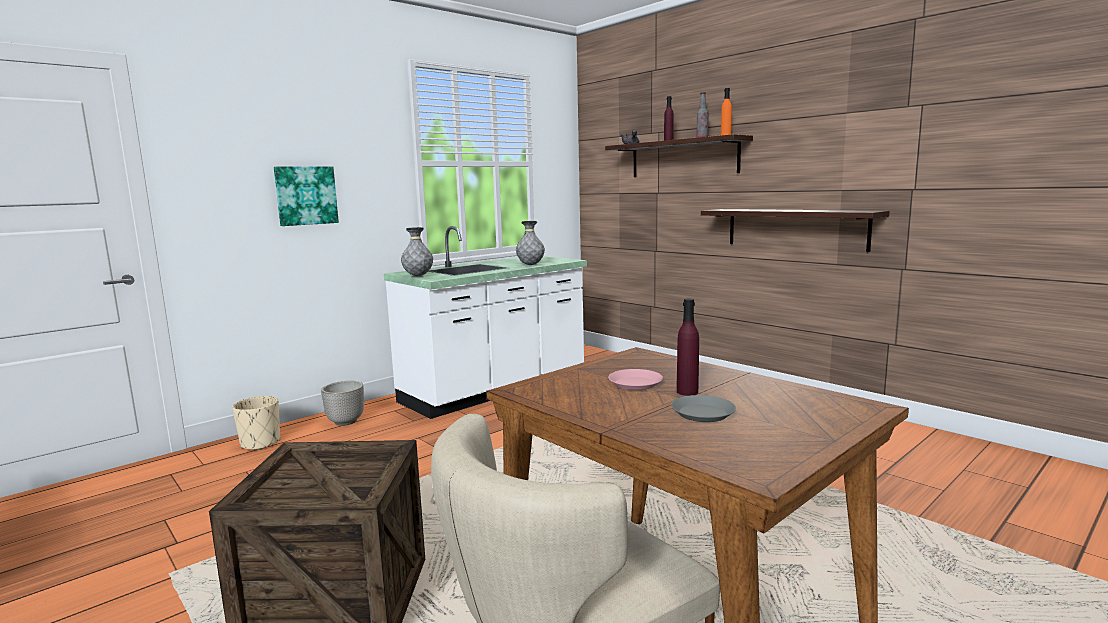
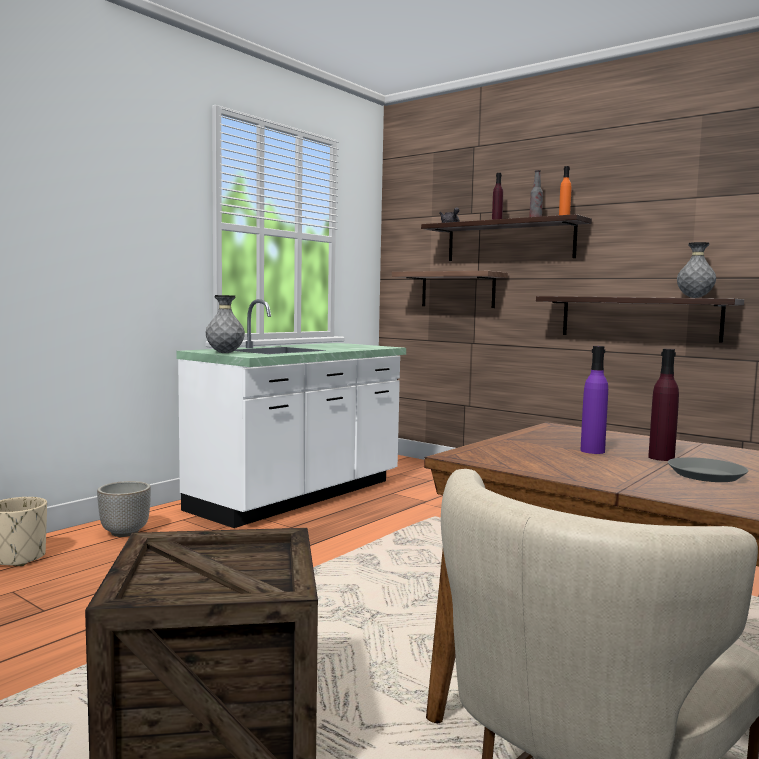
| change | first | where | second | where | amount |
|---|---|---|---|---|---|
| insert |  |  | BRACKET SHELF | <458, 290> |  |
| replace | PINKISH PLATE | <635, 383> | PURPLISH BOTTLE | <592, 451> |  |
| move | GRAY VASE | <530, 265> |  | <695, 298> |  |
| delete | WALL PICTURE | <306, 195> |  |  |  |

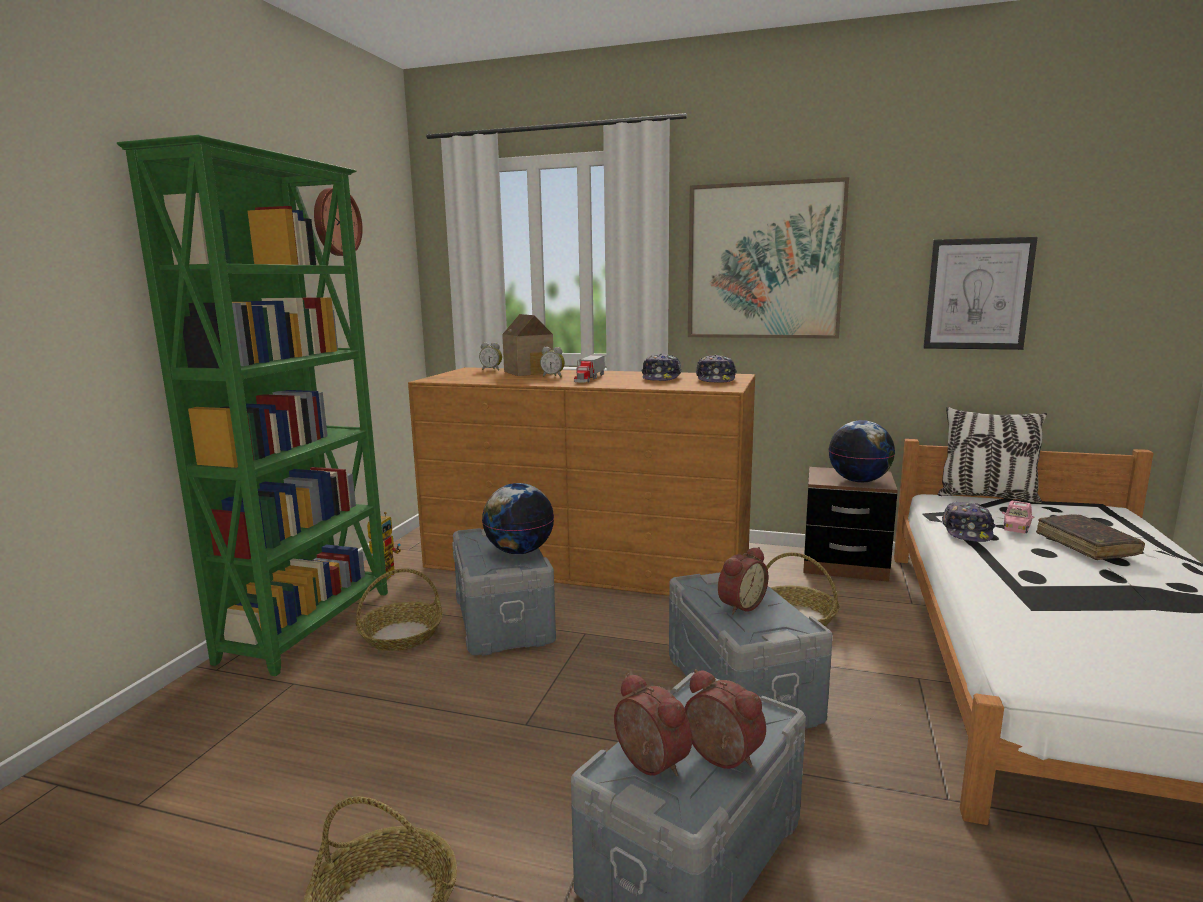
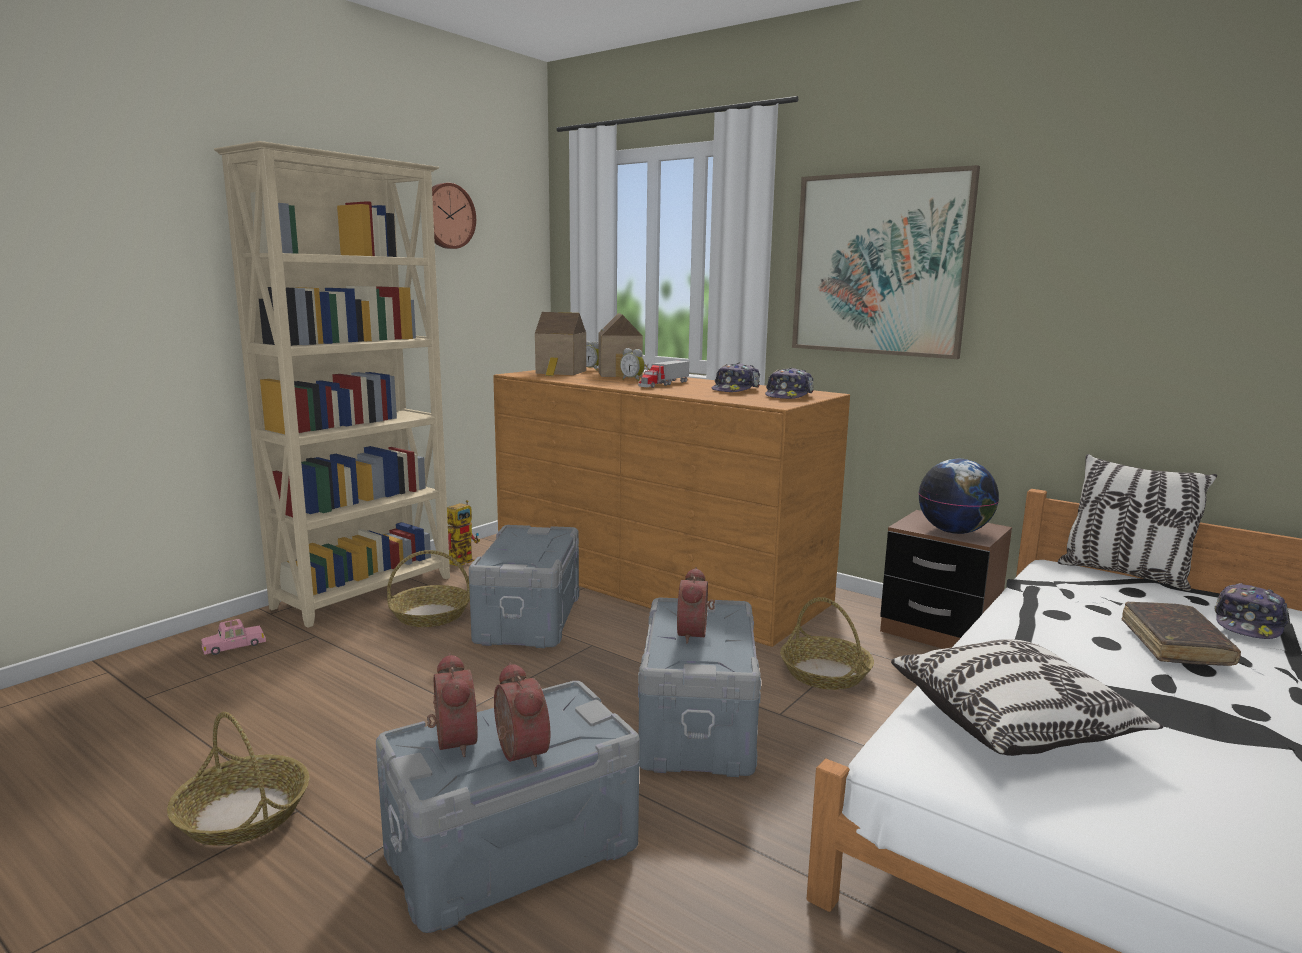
| change | first | where | second | where | amount |
|---|---|---|---|---|---|
| move | PINKISH MINIATURE CAR | <1016, 526> |  | <234, 646> |  |
| recolor | GREENISH SHELVING UNIT | <310, 625> | BEIGE-COLOURED SHELVING UNIT | <366, 592> |  |
| insert |  |  | TOY HOUSE | <560, 372> |  |
| rotate | BEDSIDE CLOCK | <739, 605> |  | <696, 634> | 120 degrees clockwise |
| insert |  |  | CUSHION | <1013, 722> |  |
| move | PEAKED CAP | <967, 532> |  | <1248, 624> |  |
| delete | GLOBE | <519, 551> |  |  |  |
| delete | WALL PICTURE | <977, 294> |  |  |  |

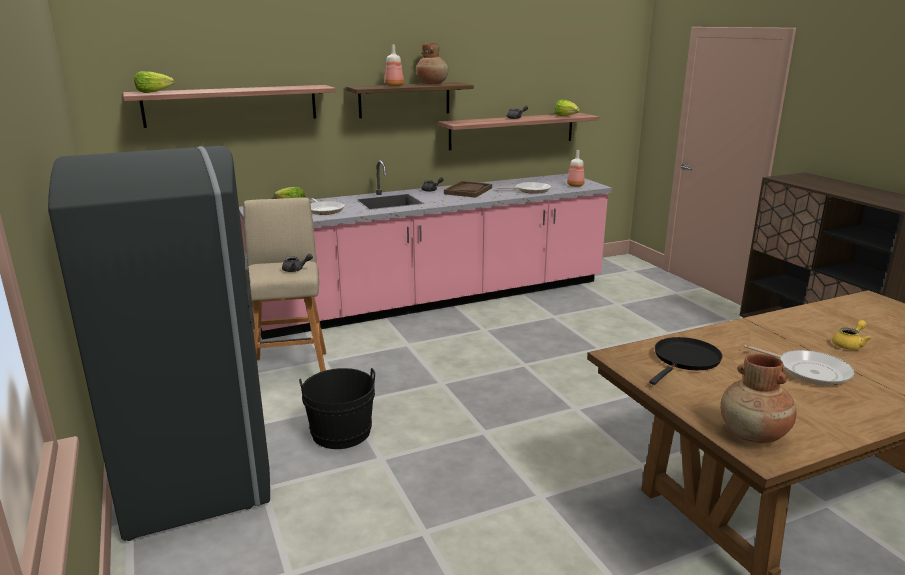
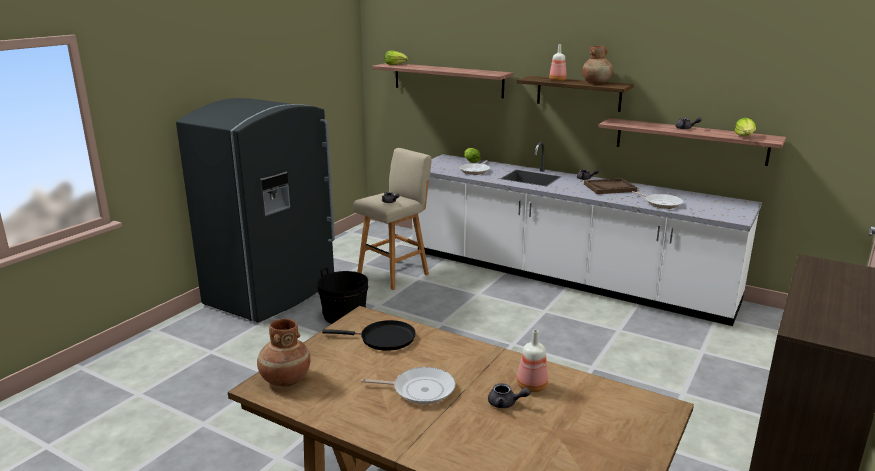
| change | first | where | second | where | amount |
|---|---|---|---|---|---|
| rotate | SKILLET | <809, 371> |  | <420, 390> | 90 degrees counterclockwise |
| recolor | PINKISH COUNTER | <436, 299> | WHITE-COLOURED COUNTER | <564, 277> |  |
| recolor | YELLOWISH POT FOR TEA | <849, 344> | GRAY POT FOR TEA | <506, 403> |  |
| move | BOTTLE | <576, 185> |  | <532, 387> |  |

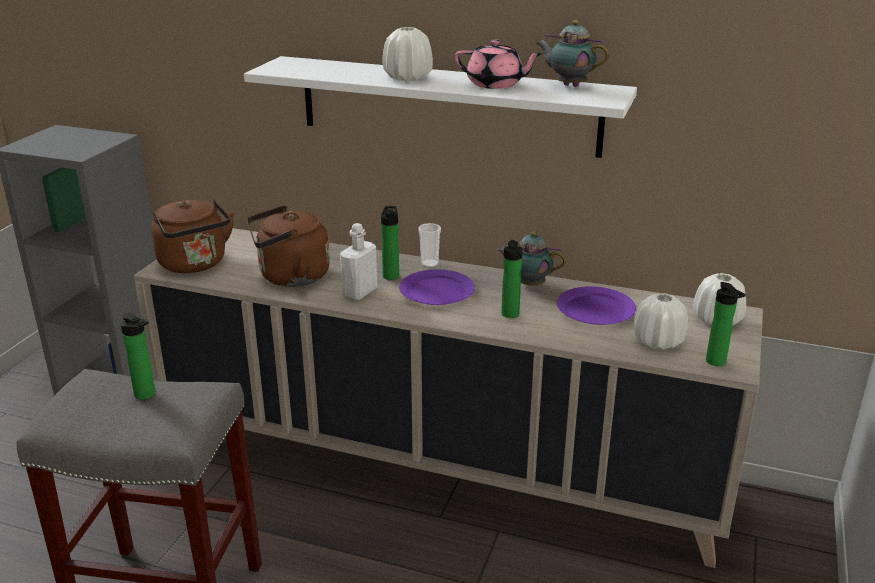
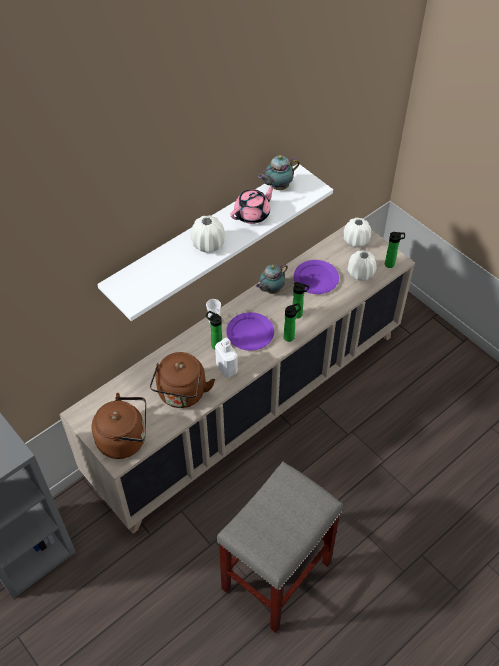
| change | first | where | second | where | amount |
|---|---|---|---|---|---|
| move | BOTTLE | <147, 395> |  | <290, 337> |  |

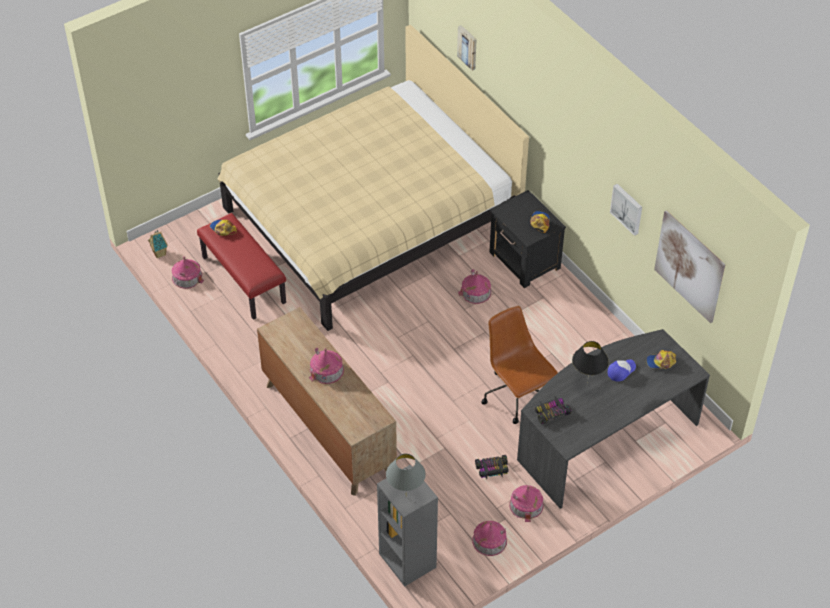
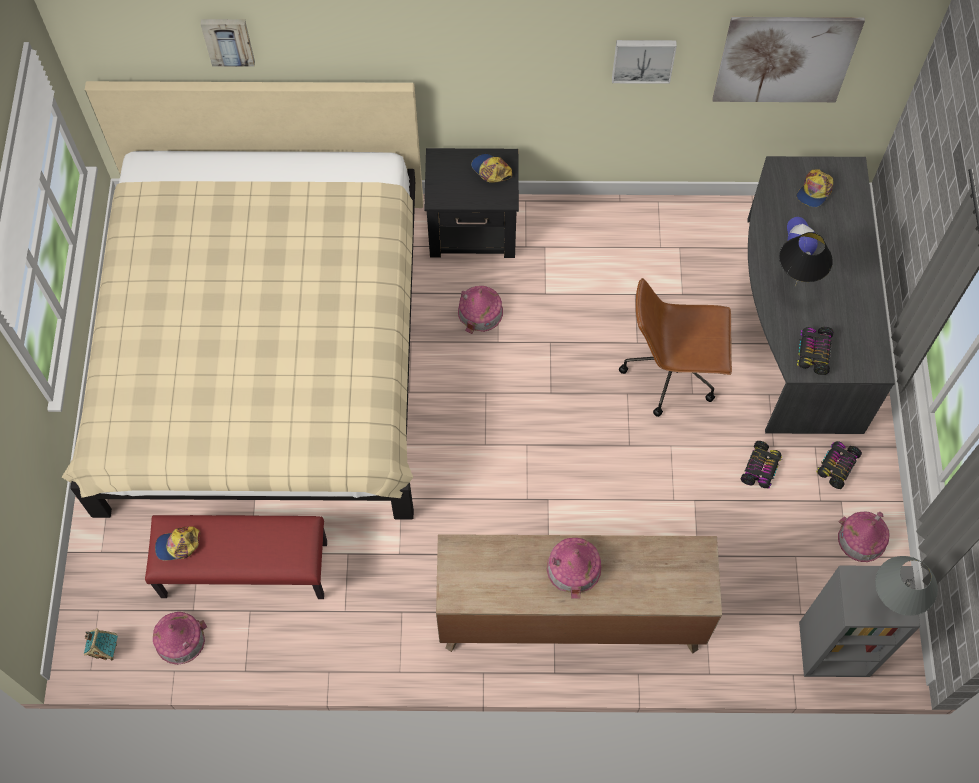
| change | first | where | second | where | amount |
|---|---|---|---|---|---|
| replace | TOY HOUSE | <526, 505> | MINIATURE CAR | <836, 466> |  |

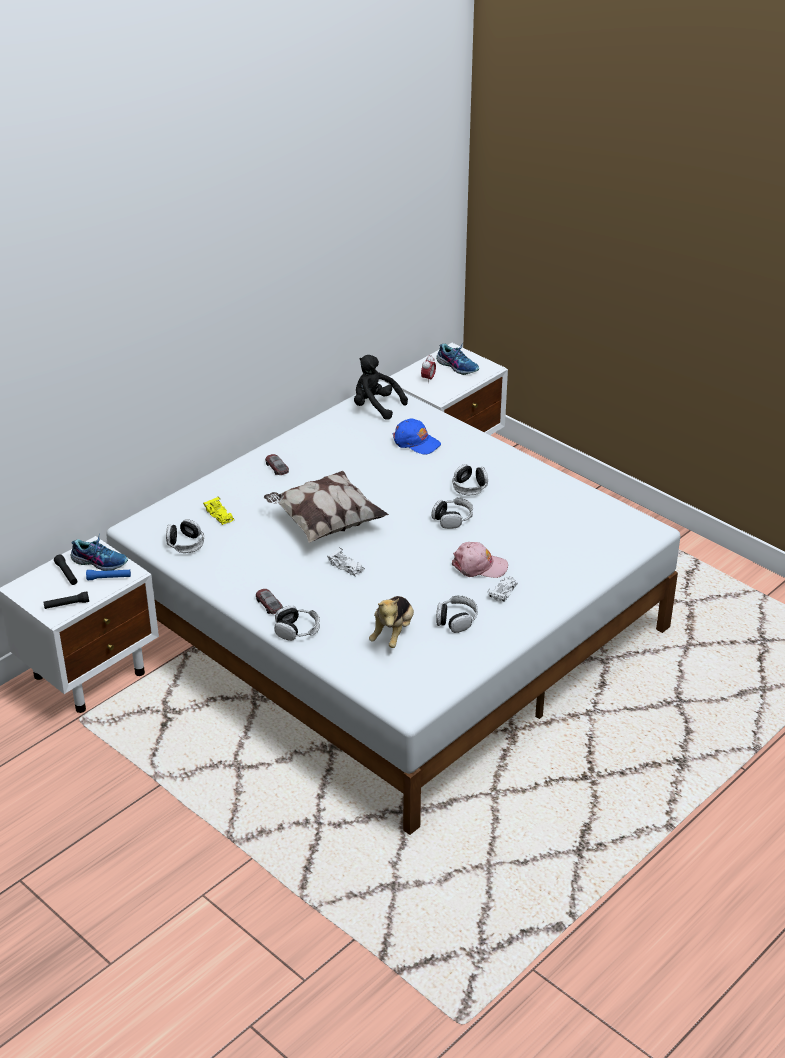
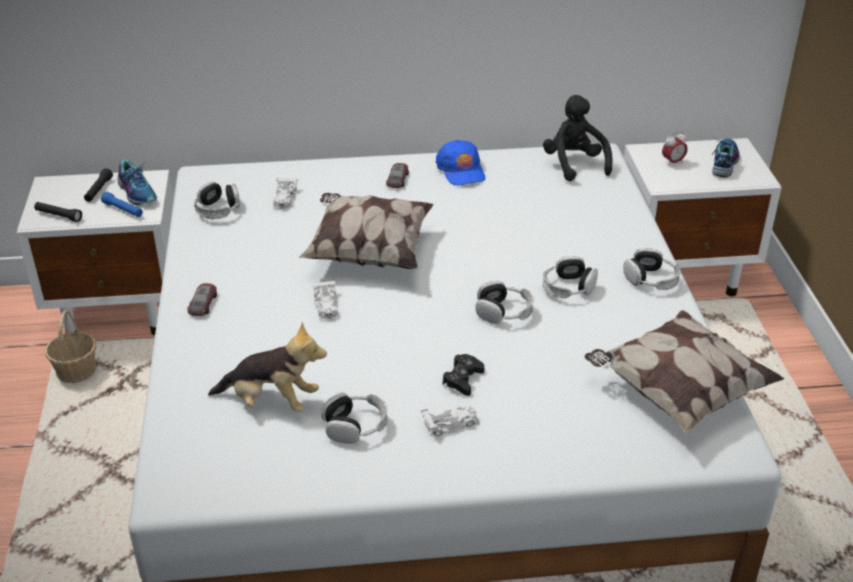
| change | first | where | second | where | amount |
|---|---|---|---|---|---|
| insert |  |  | BASKET | <77, 371> |  |
| rotate | PLUSH TOY | <393, 633> |  | <271, 401> | 135 degrees counterclockwise |
| recolor | YELLOWISH MINIATURE CAR | <220, 515> | WHITE-COLOURED MINIATURE CAR | <284, 198> |  |
| move | BLUE-COLOURED PEAKED CAP | <416, 442> |  | <461, 170> |  |
| replace | PINKISH PEAKED CAP | <479, 566> | BLACK-COLOURED GAMEPAD | <463, 379> |  |
| insert |  |  | CUSHION | <677, 392> |  |
| move | HEADSET | <297, 630> |  | <651, 279> |  |
| rotate | ITEM OF FOOTWEAR | <457, 366> |  | <723, 163> | 150 degrees counterclockwise |

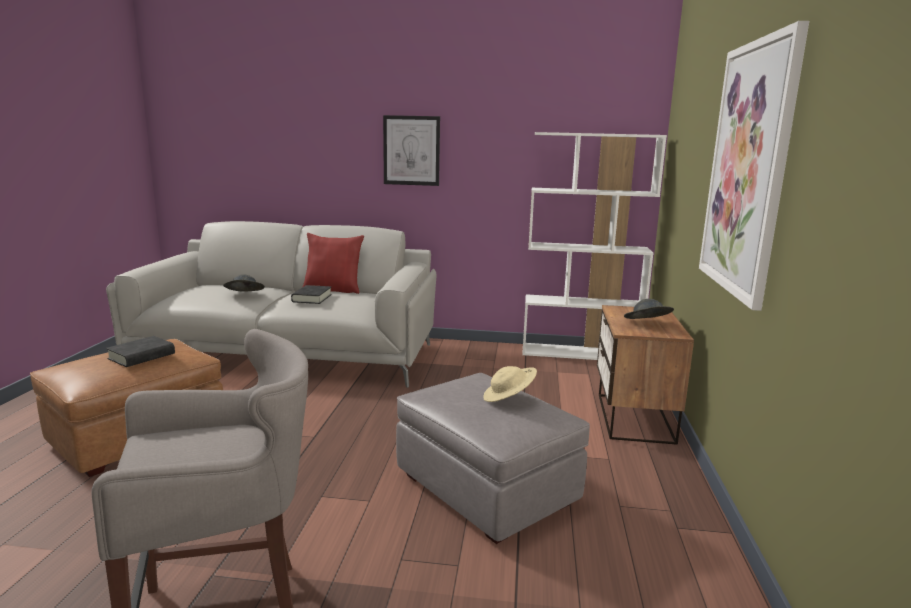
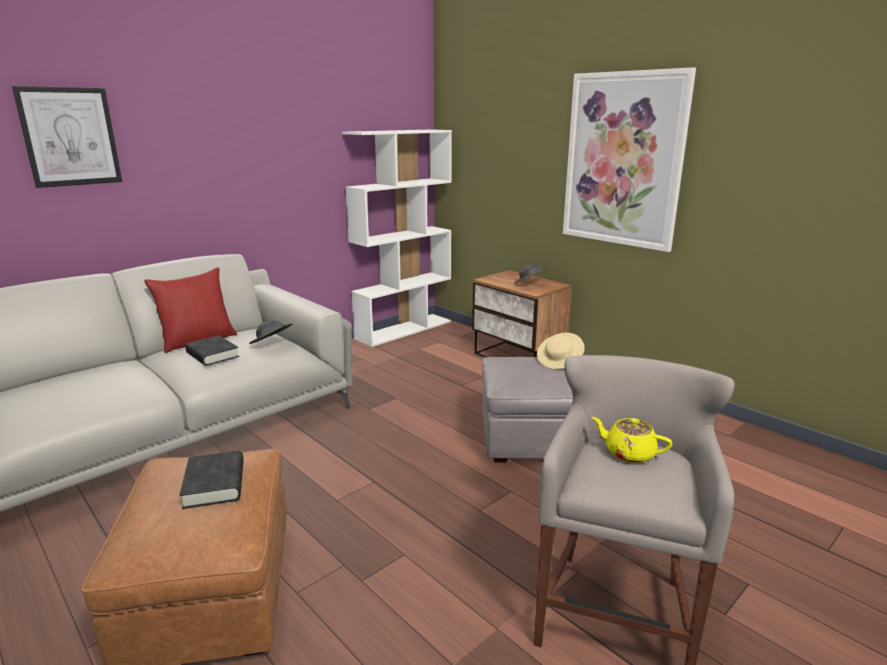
| change | first | where | second | where | amount |
|---|---|---|---|---|---|
| move | WALL PICTURE | <411, 150> |  | <70, 137> |  |
| move | GRAY WEARABLE HAT | <244, 295> |  | <272, 344> |  |
| insert |  |  | YELLOWISH POT FOR TEA | <628, 453> |  |

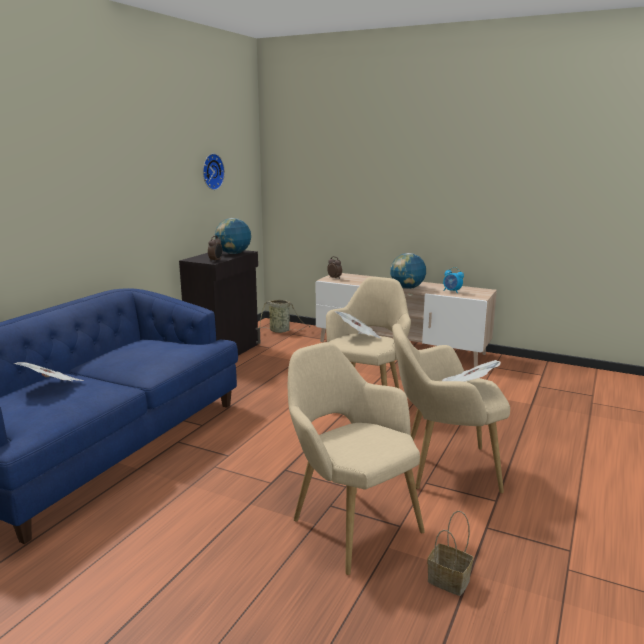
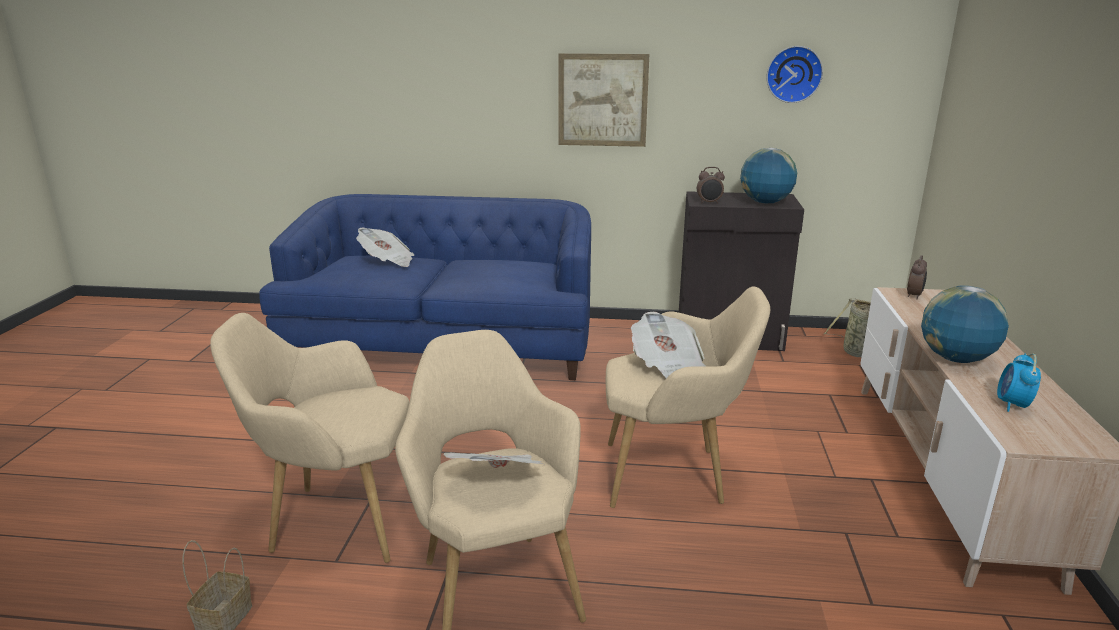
| change | first | where | second | where | amount |
|---|---|---|---|---|---|
| rotate | BEIGE-COLOURED LOUNGE CHAIR | <349, 523> |  | <335, 520> | 120 degrees counterclockwise |
| insert |  |  | WALL PICTURE | <602, 100> |  |

